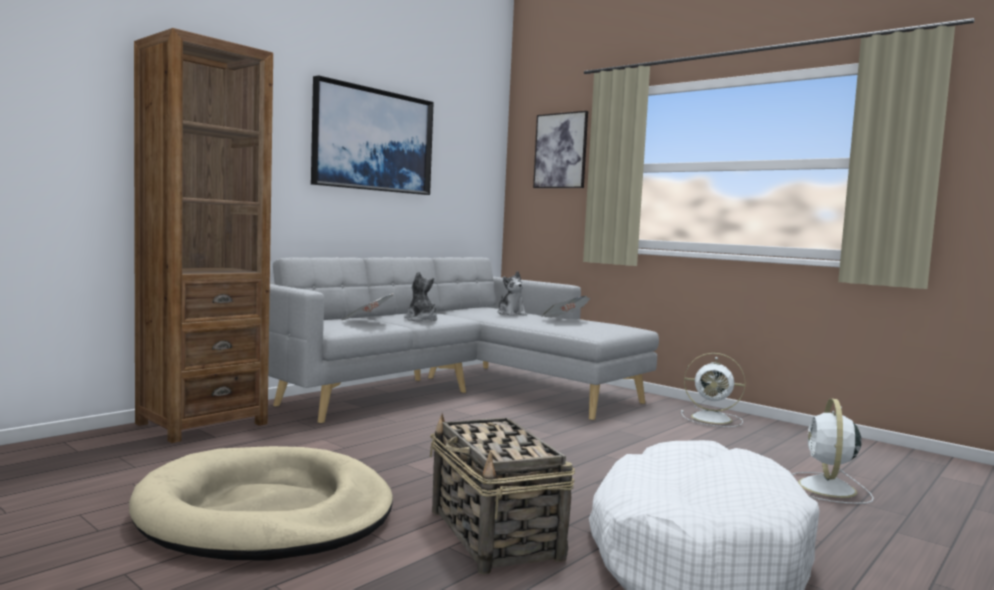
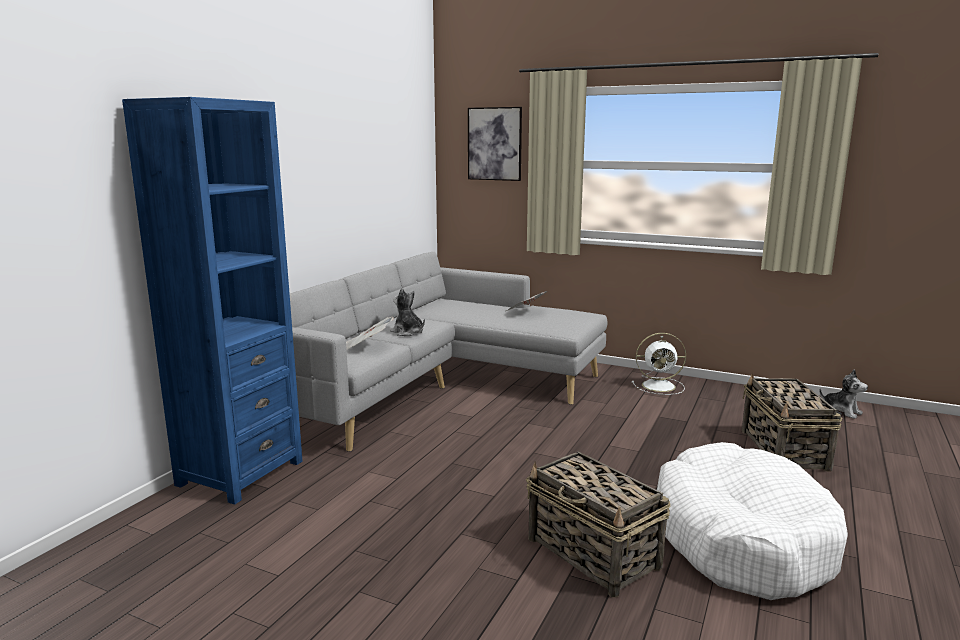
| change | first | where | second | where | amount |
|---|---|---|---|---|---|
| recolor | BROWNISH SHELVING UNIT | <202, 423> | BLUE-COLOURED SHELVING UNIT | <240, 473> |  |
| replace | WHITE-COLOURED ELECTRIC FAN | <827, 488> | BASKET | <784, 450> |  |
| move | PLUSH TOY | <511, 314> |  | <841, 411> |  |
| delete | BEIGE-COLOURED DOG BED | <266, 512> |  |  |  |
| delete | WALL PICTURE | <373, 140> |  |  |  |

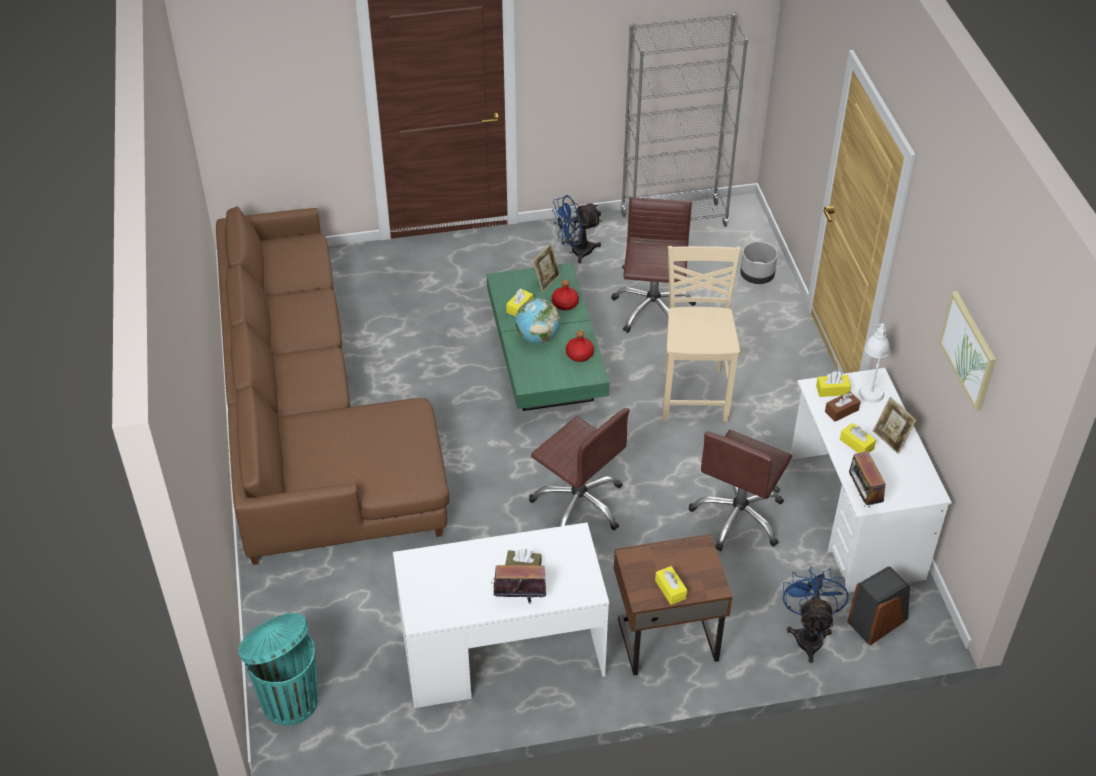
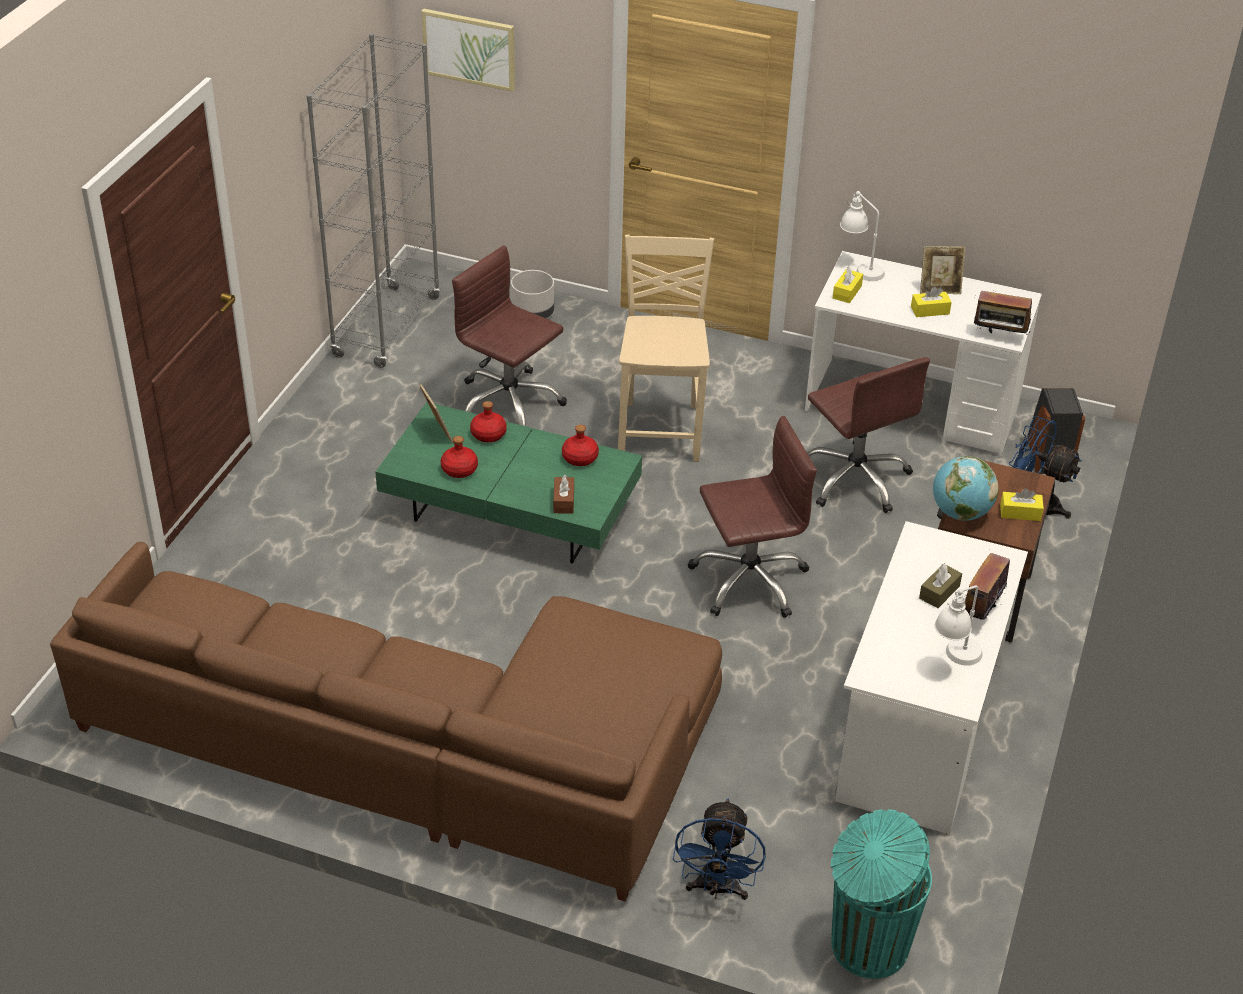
| change | first | where | second | where | amount |
|---|---|---|---|---|---|
| move | WALL PICTURE | <969, 350> |  | <469, 49> |  |
| replace | YELLOWISH TISSUE HOLDER | <519, 307> | RED-COLOURED BOTTLE | <460, 469> |  |
| move | BROWNISH TISSUE HOLDER | <841, 411> |  | <563, 501> |  |
| rotate | BEIGE-COLOURED CHAIR | <694, 393> |  | <661, 430> | 60 degrees clockwise |
| move | BLUE-COLOURED ELECTRIC FAN | <576, 251> |  | <717, 889> |  |
| move | GLOBE | <537, 337> |  | <960, 513> |  |
| insert |  |  | WHITE-COLOURED TABLE LAMP | <954, 661> |  |

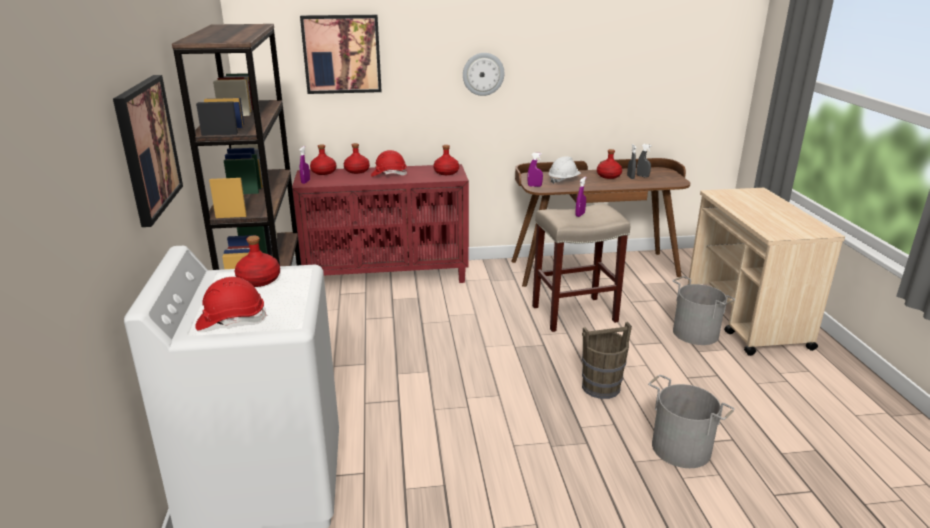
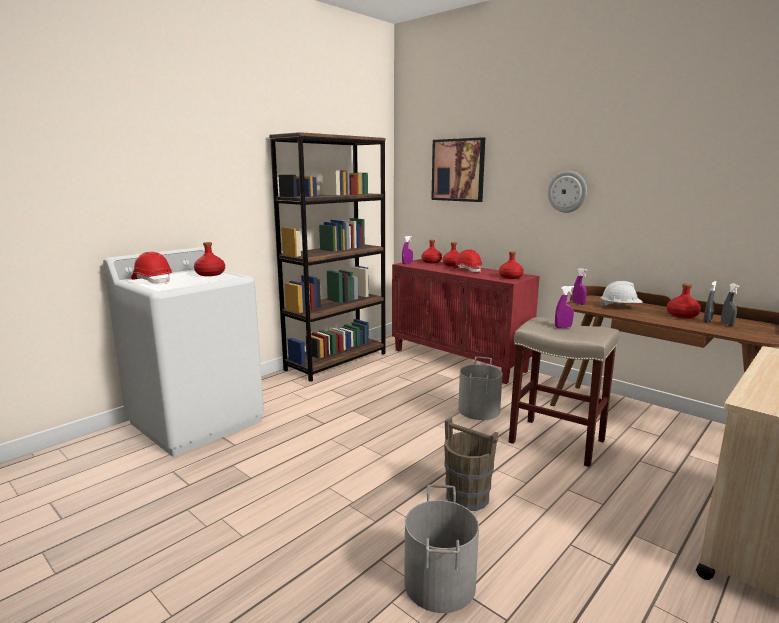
| change | first | where | second | where | amount |
|---|---|---|---|---|---|
| move | GRAY WATER BUCKET | <696, 333> |  | <479, 410> |  |
| delete | WALL PICTURE | <147, 147> |  |  |  |

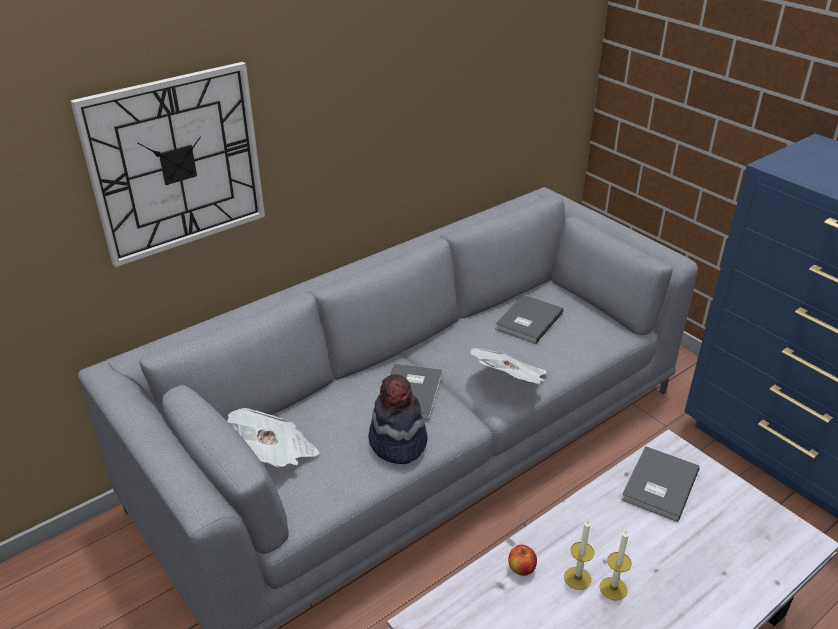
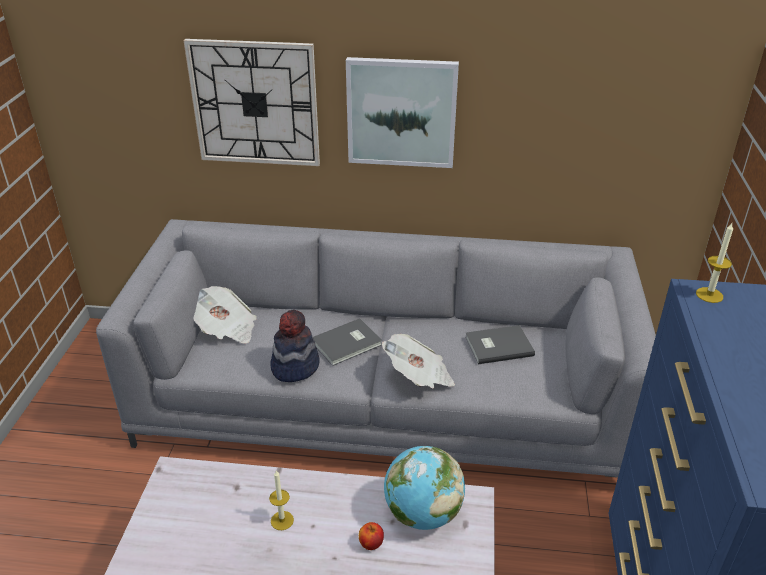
| change | first | where | second | where | amount |
|---|---|---|---|---|---|
| insert |  |  | WALL PICTURE | <401, 112> |  |
| move | APPLE FRUIT | <521, 569> |  | <371, 544> |  |
| replace | GRAY VOLUME | <657, 485> | GLOBE | <422, 513> |  |
| move | WAX CANDLE | <613, 588> |  | <709, 295> |  |

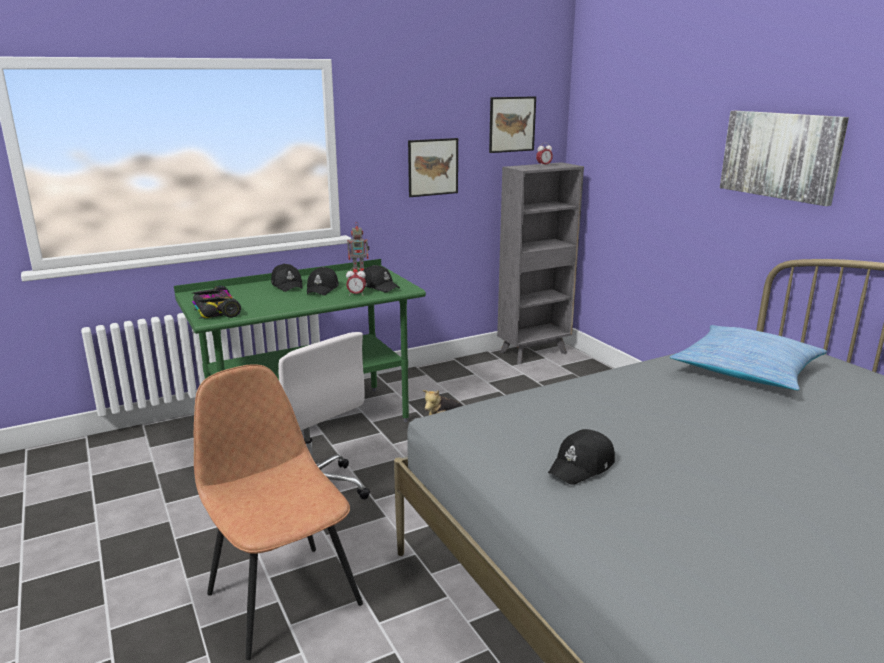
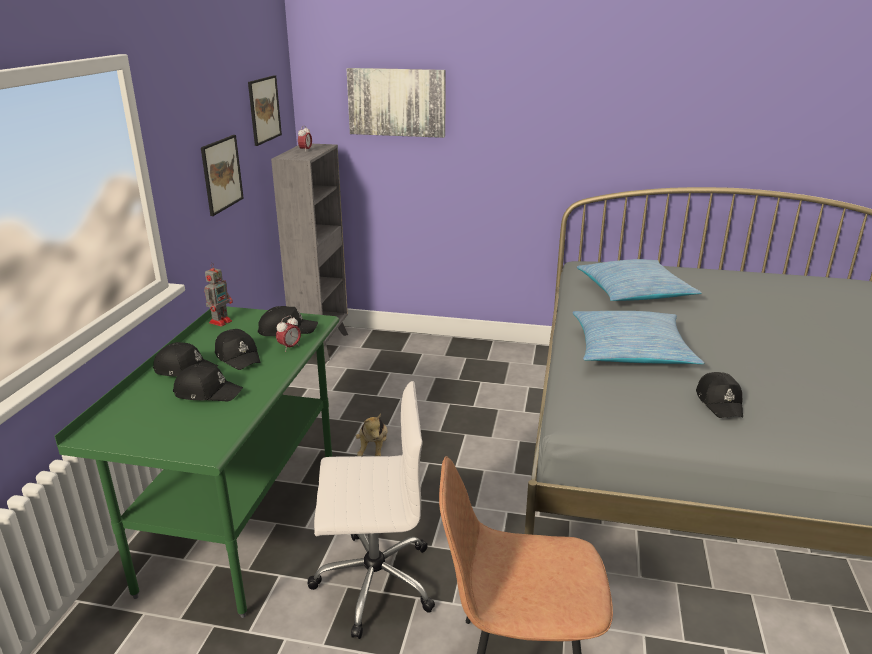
| change | first | where | second | where | amount |
|---|---|---|---|---|---|
| insert |  |  | BLACK-COLOURED PEAKED CAP | <208, 392> |  |
| move | WALL PICTURE | <781, 155> |  | <397, 102> |  |
| insert |  |  | CUSHION | <630, 350> |  |
| delete | MINIATURE CAR | <215, 311> |  |  |  |

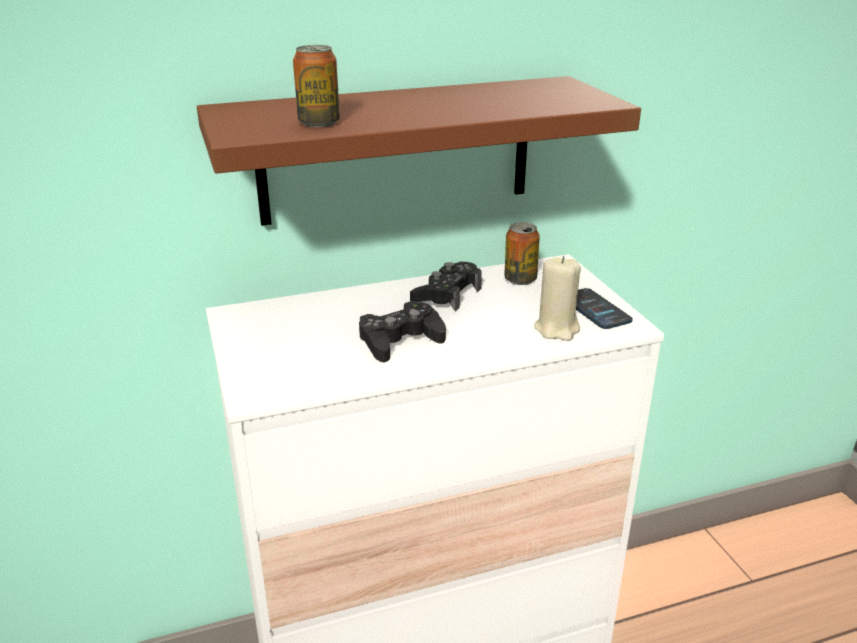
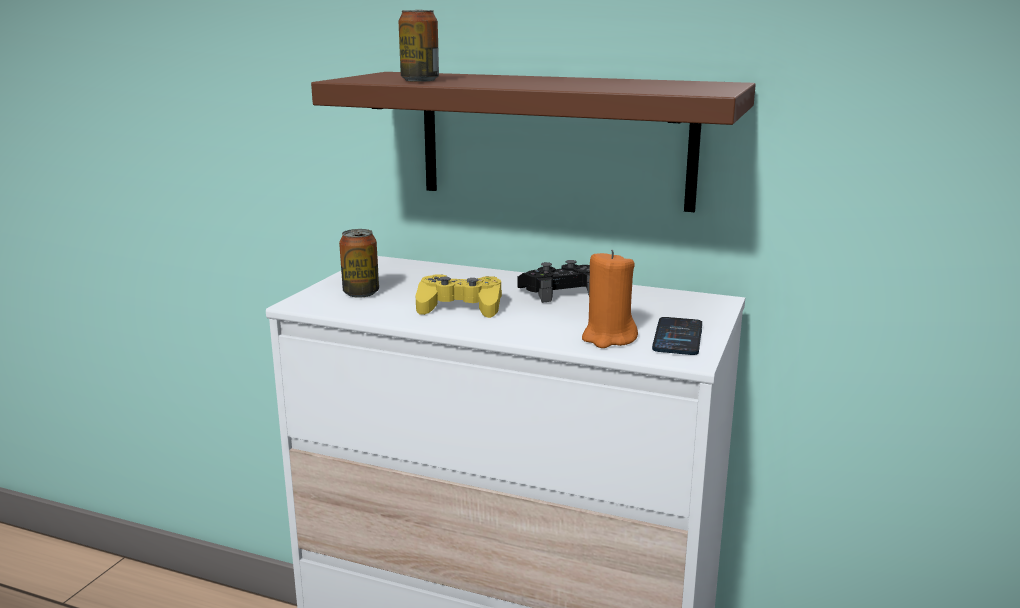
| change | first | where | second | where | amount |
|---|---|---|---|---|---|
| move | METAL CAN | <520, 279> |  | <361, 293> |  |
| recolor | BLACK-COLOURED GAMEPAD | <400, 340> | YELLOWISH GAMEPAD | <460, 306> |  |
| recolor | BEIGE-COLOURED WAX CANDLE | <557, 329> | ORANGE-COLOURED WAX CANDLE | <608, 338> |  |

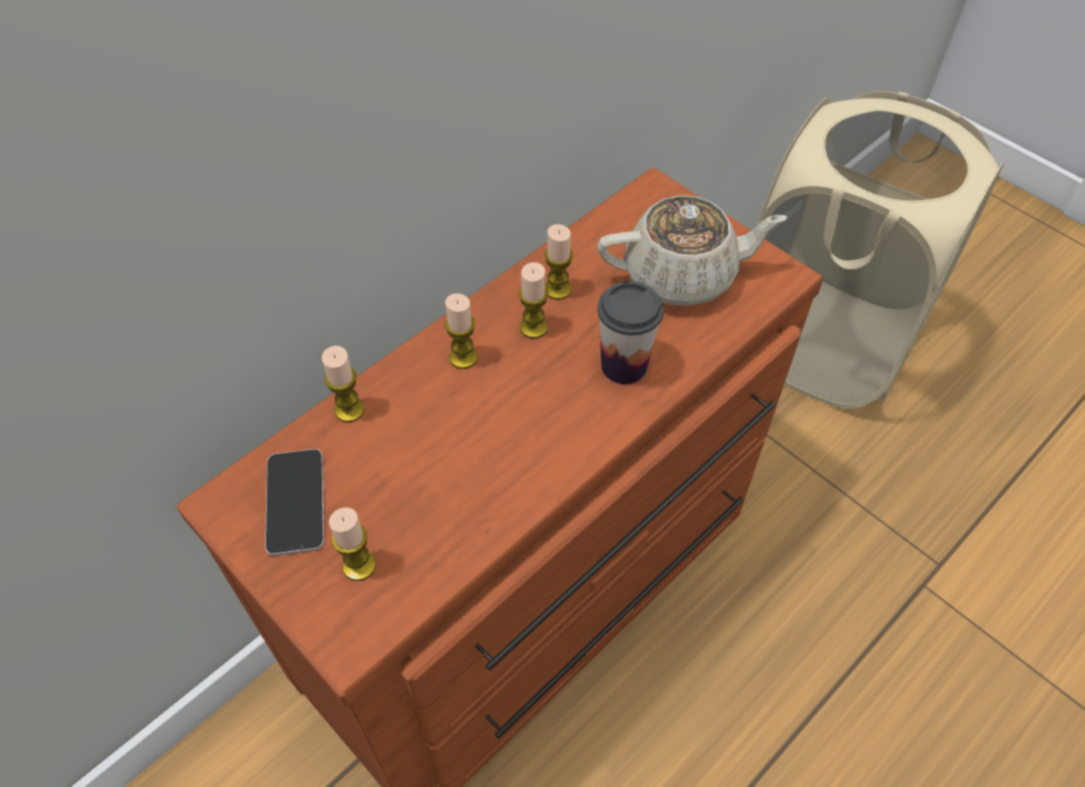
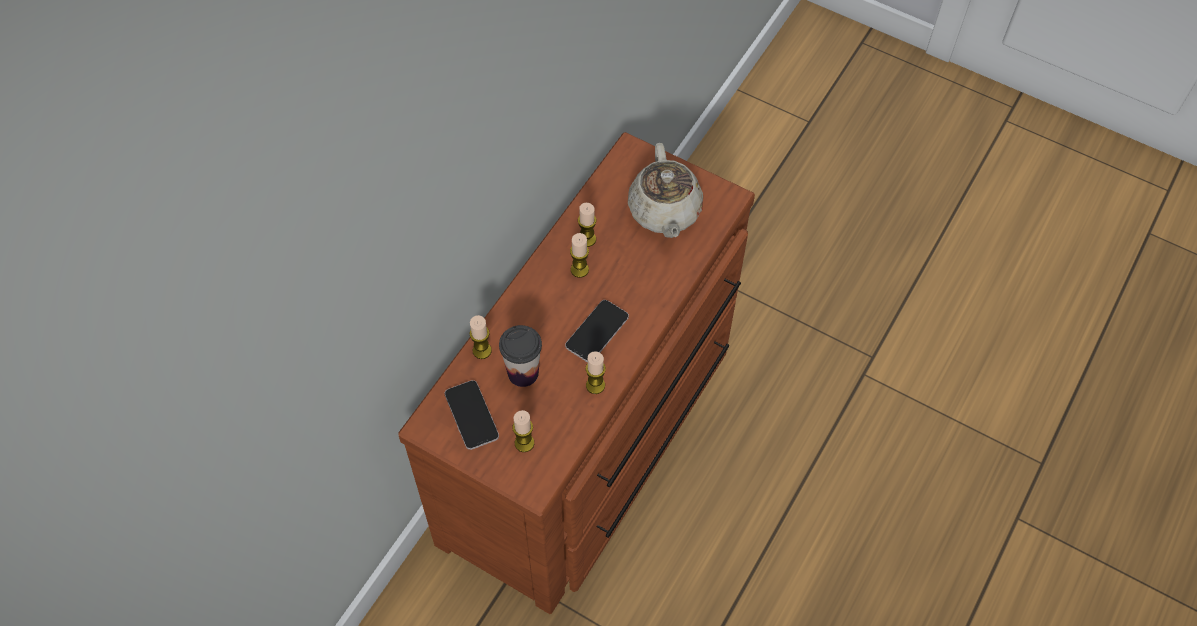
| change | first | where | second | where | amount |
|---|---|---|---|---|---|
| move | SMALL CUP | <624, 365> |  | <523, 373> |  |
| insert |  |  | PHONE | <597, 331> |  |
| move | WAX CANDLE | <463, 357> |  | <595, 385> |  |
| rotate | BEIGE-COLOURED POT FOR TEA | <682, 275> |  | <664, 212> | 105 degrees clockwise |
| delete | BEIGE-COLOURED HAMPER | <823, 343> |  |  |  |

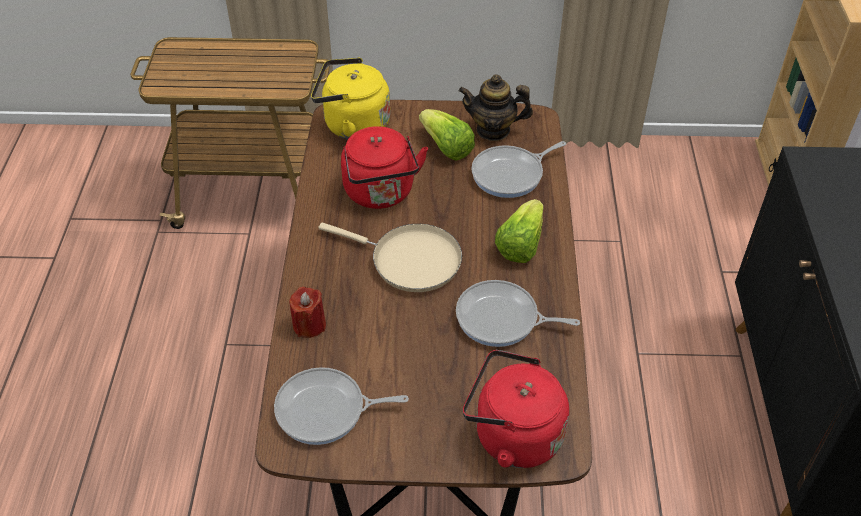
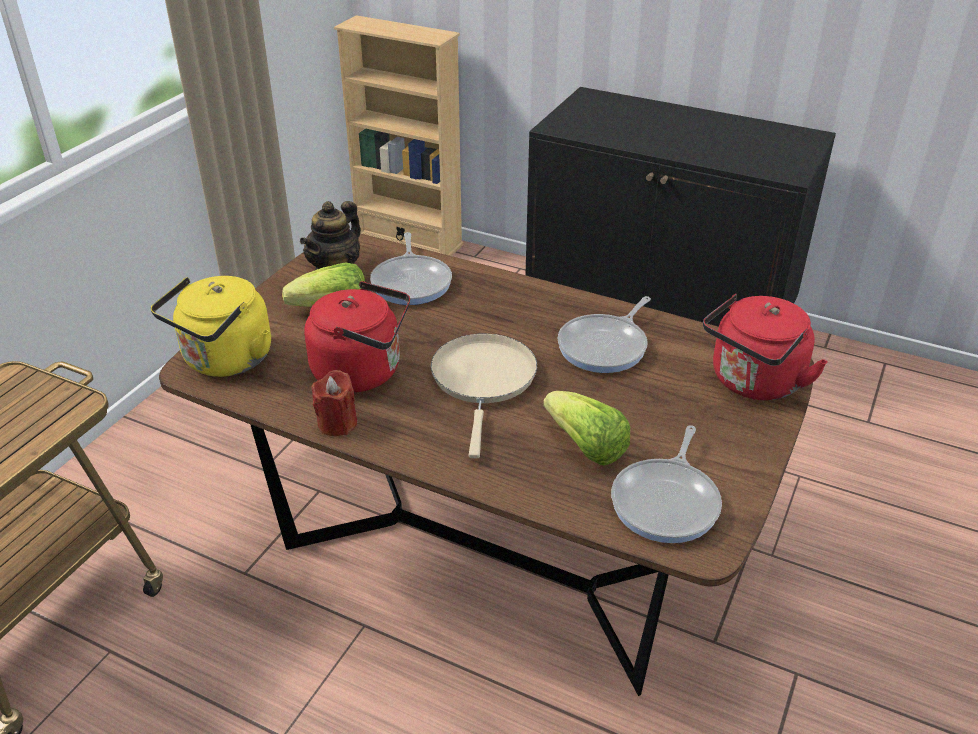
| change | first | where | second | where | amount |
|---|---|---|---|---|---|
| move | RED-COLOURED WAX CANDLE | <309, 325> |  | <337, 423> |  |
| rotate | BEIGE-COLOURED SKILLET | <410, 260> |  | <483, 380> | 45 degrees counterclockwise |
| move | HEAD OF LETTUCE | <520, 244> |  | <585, 446> |  |

